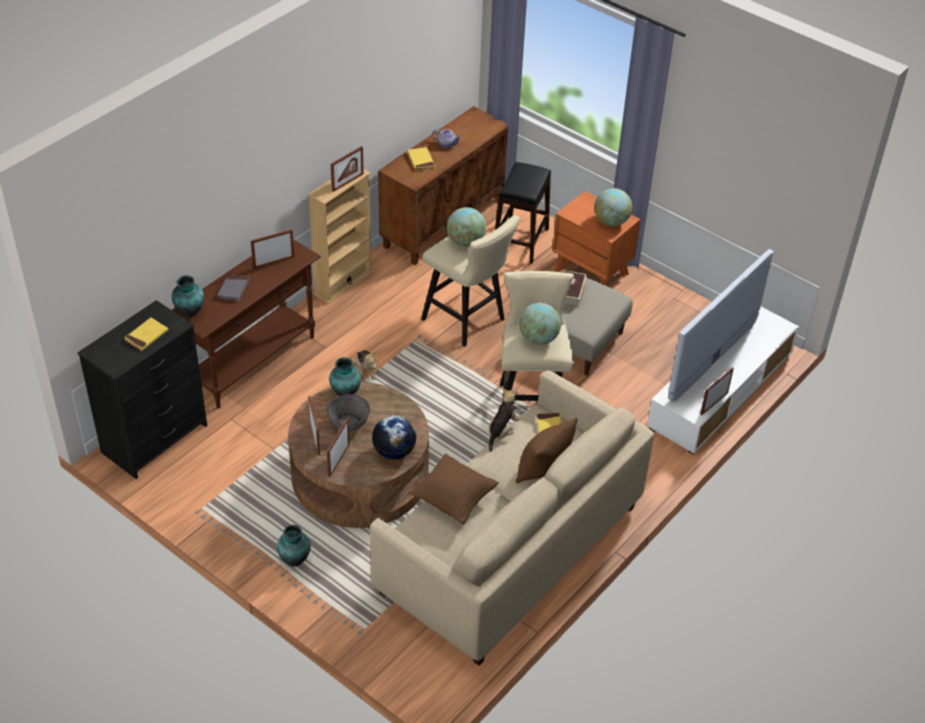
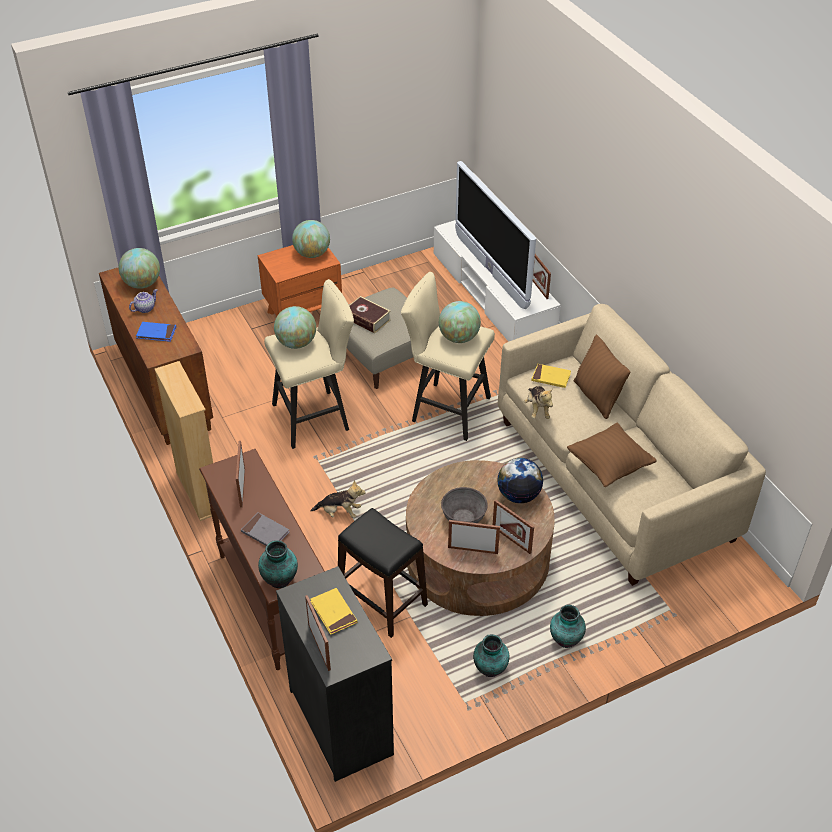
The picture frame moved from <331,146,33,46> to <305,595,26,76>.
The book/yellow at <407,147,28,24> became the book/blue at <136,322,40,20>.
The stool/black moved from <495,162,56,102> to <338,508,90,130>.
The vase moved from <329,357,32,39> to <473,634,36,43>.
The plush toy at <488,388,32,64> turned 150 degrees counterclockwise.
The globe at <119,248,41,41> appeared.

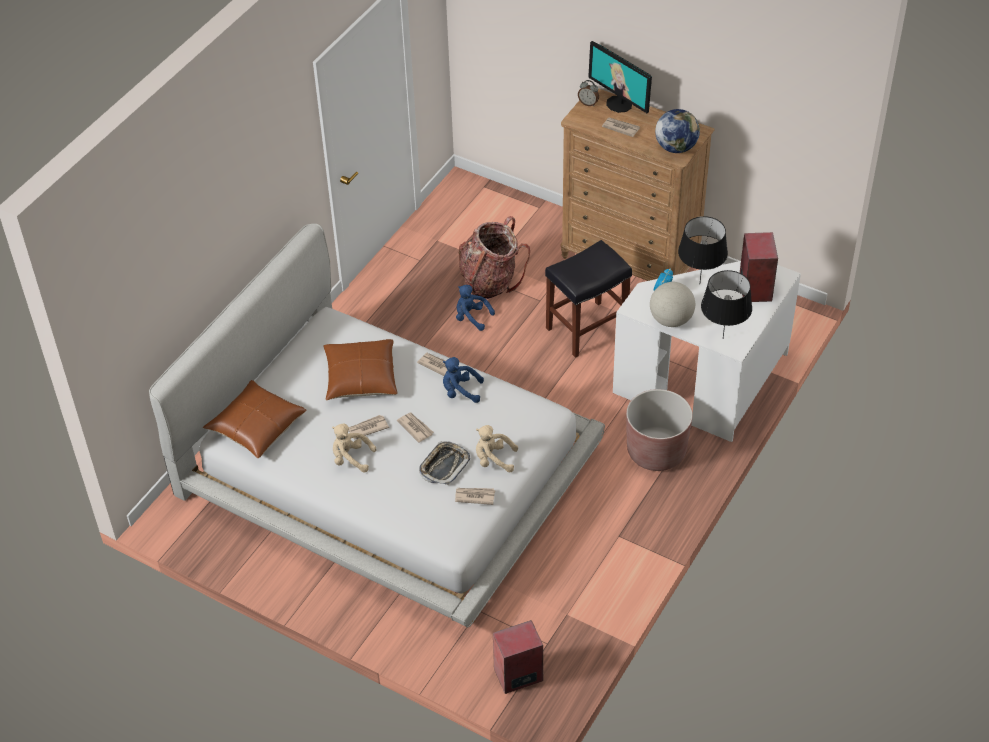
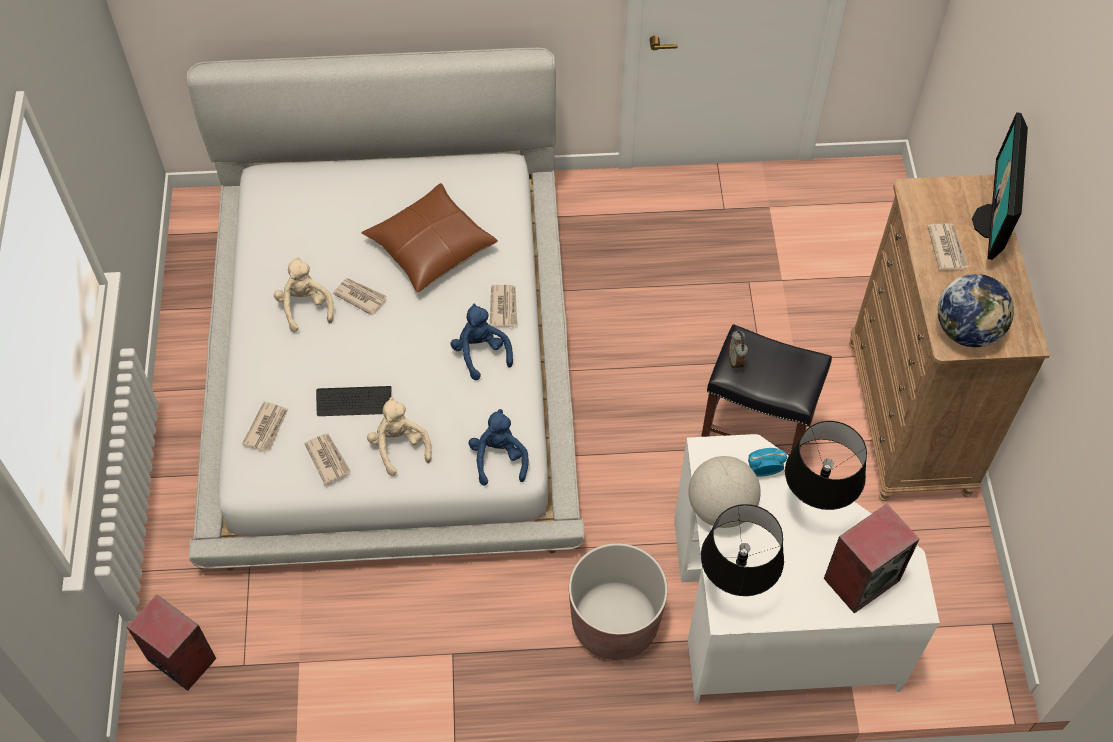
The alarm clock moved from <578,80,21,26> to <728,330,20,40>.
The backpack at <458,216,72,83> disappeared.
The plush toy/blue moved from <456,285,39,46> to <468,409,61,77>.
The pillow/brown at <203,380,104,78> disappeared.
The newspaper moved from <397,413,37,30> to <242,402,47,50>.
The tray at <419,441,51,44> was replaced by the keyboard at <316,386,75,30>.

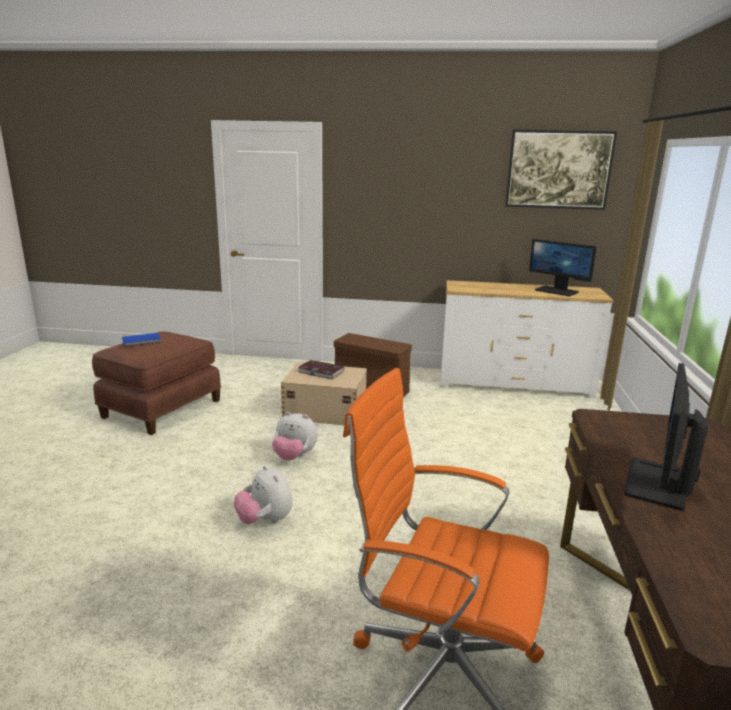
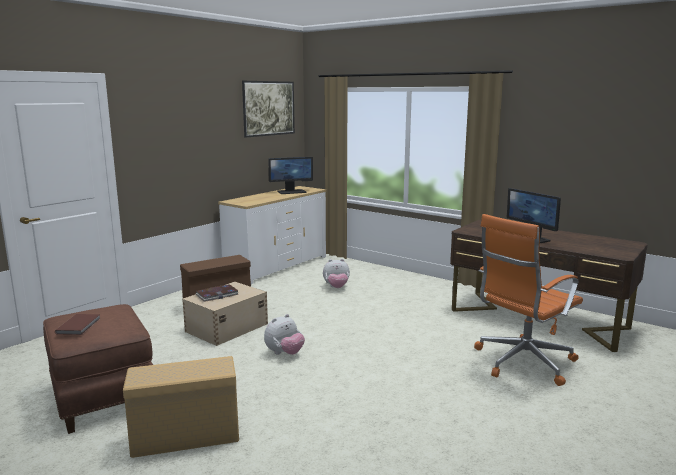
The book/blue at <122,333,39,14> became the book/brown at <55,314,46,21>.
The plush toy moved from <234,465,59,59> to <323,259,27,29>.
The storage box/beige at <123,356,116,102> appeared.

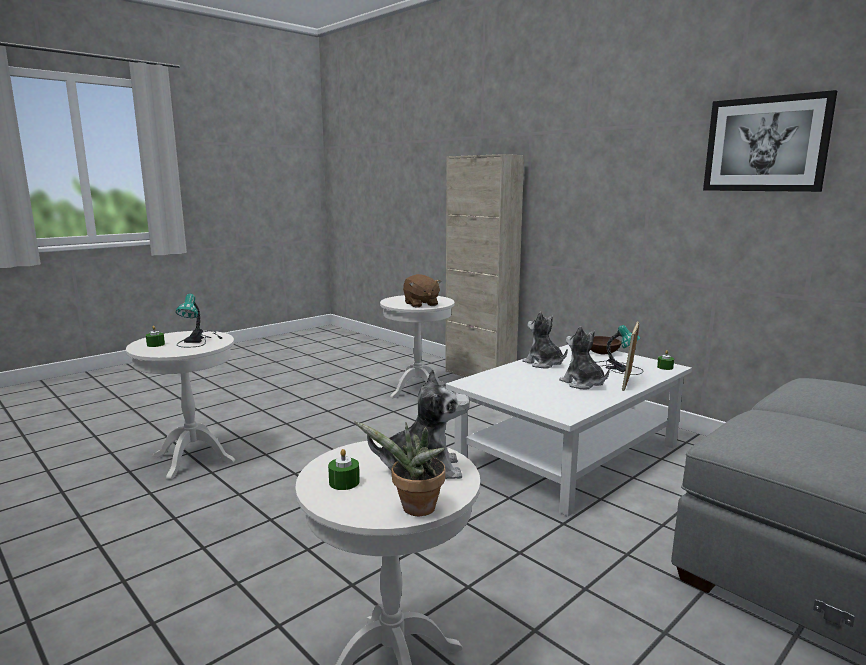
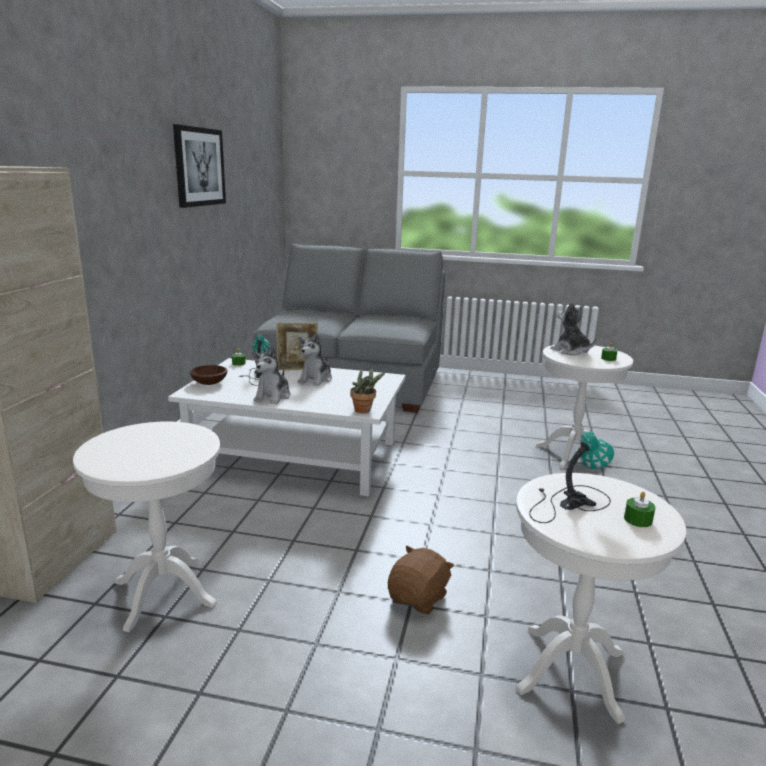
The plush toy/brown moved from <403,274,38,34> to <388,546,66,68>.
The potted plant moved from <354,421,92,95> to <350,366,35,47>.

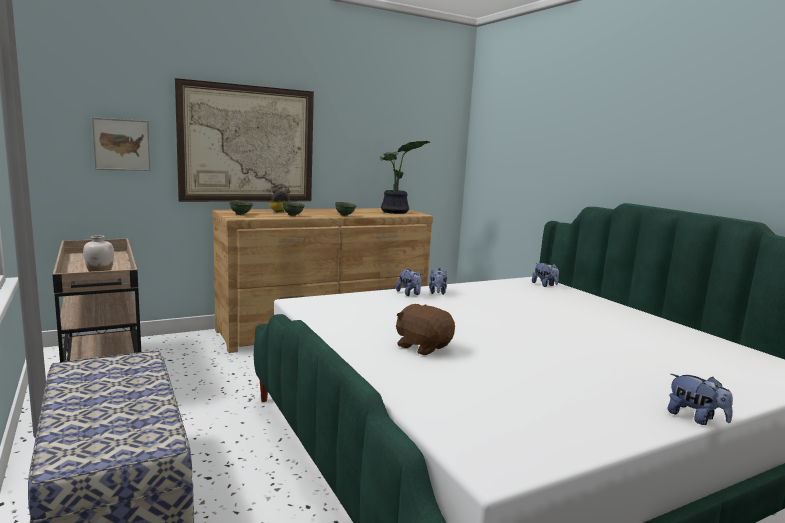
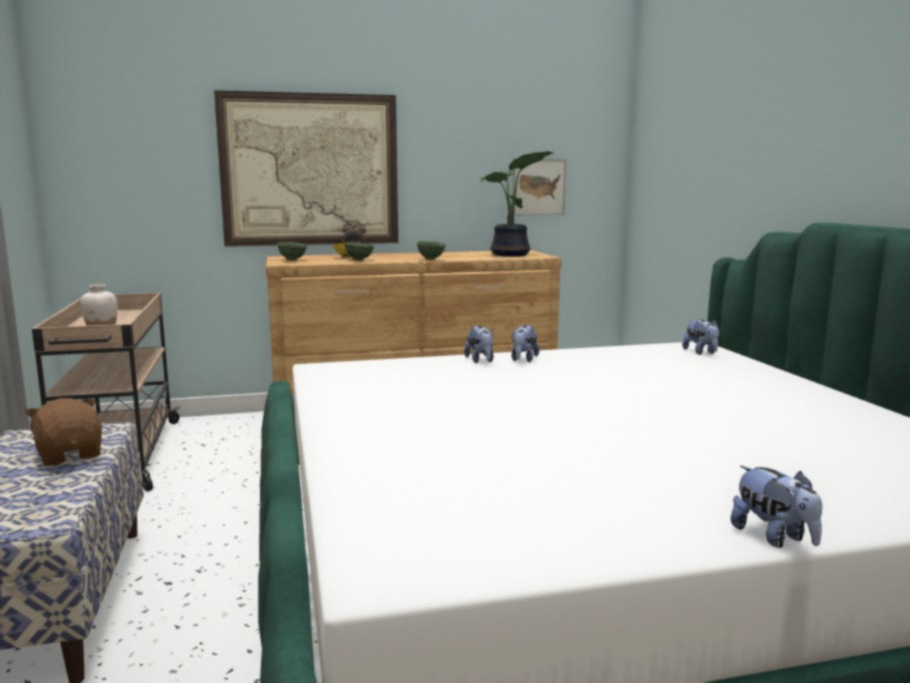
The picture moved from <92,117,58,54> to <513,159,53,56>.
The plush toy/brown moved from <396,304,59,51> to <24,398,78,68>.

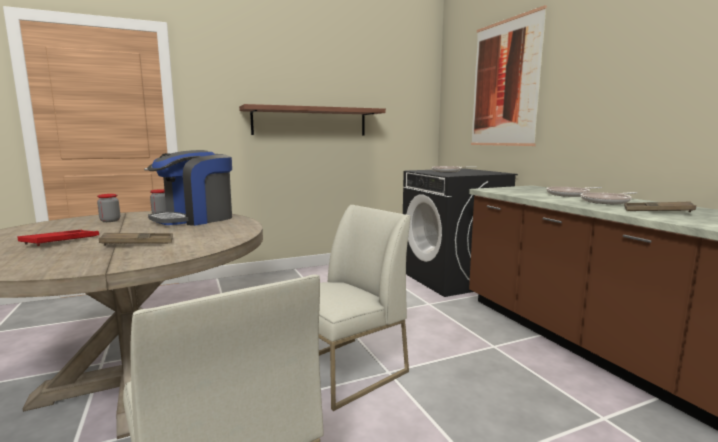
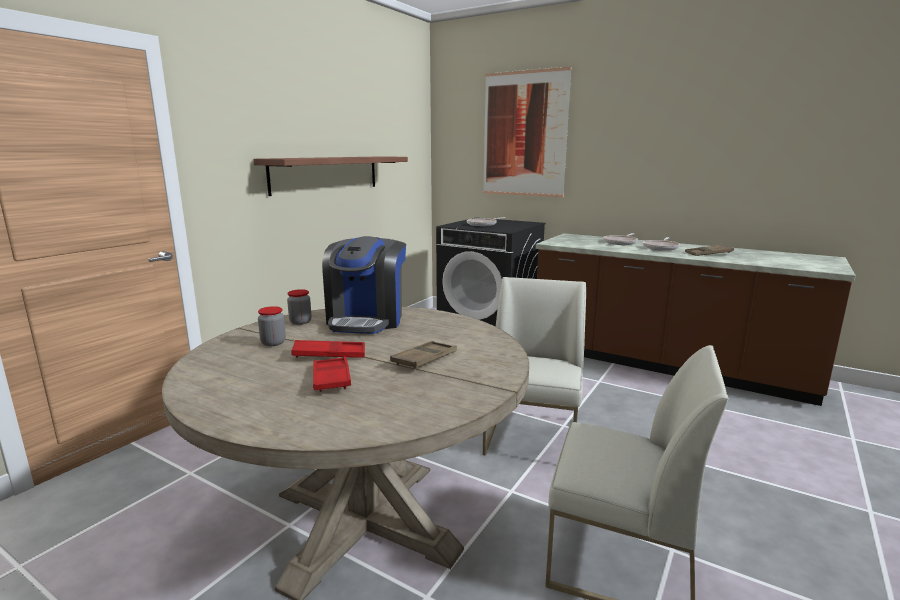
The tray/red at <291,340,74,18> appeared.

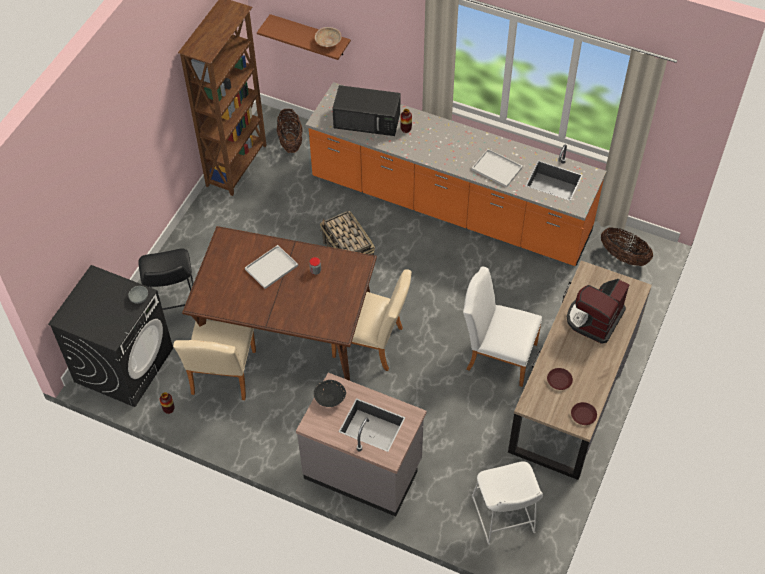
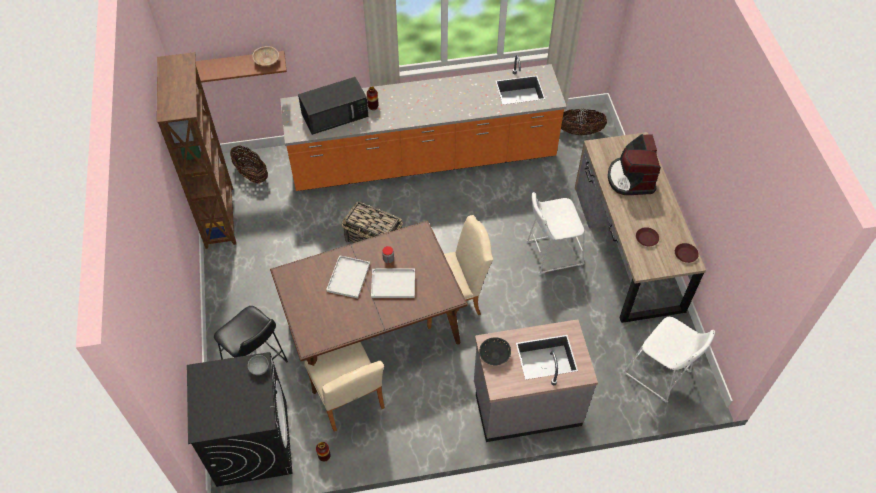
The tray/white moved from <471,149,52,39> to <371,269,44,29>.
The chair/white at <463,266,79,121> was replaced by the stool/white at <527,192,58,82>.

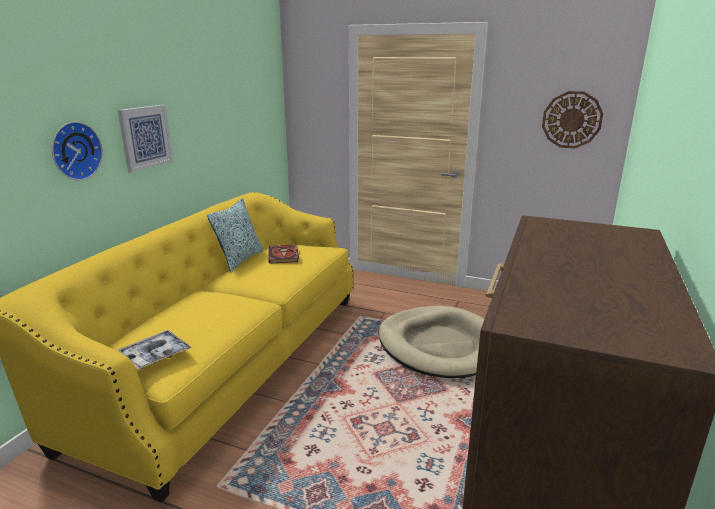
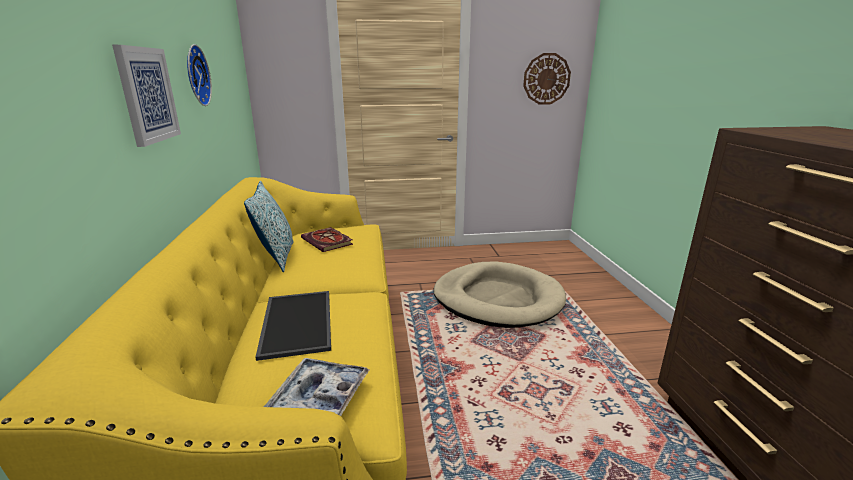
The wall clock moved from <52,122,51,58> to <187,44,25,62>.
The tray at <256,291,75,70> appeared.

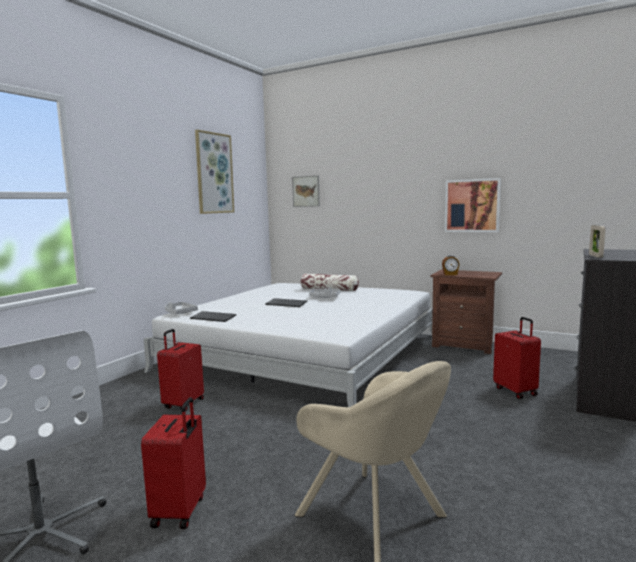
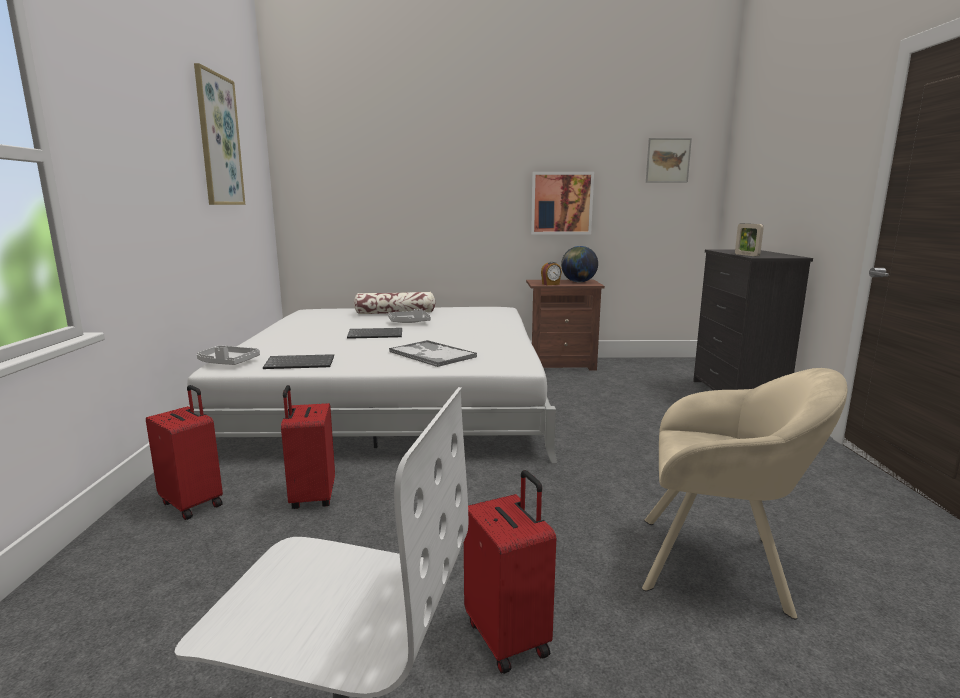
The picture moved from <292,175,28,32> to <646,138,46,45>.
The suitcase/red moved from <493,317,48,82> to <146,385,77,135>.
The globe at <561,246,37,36> appeared.
The tray at <389,340,88,27> appeared.

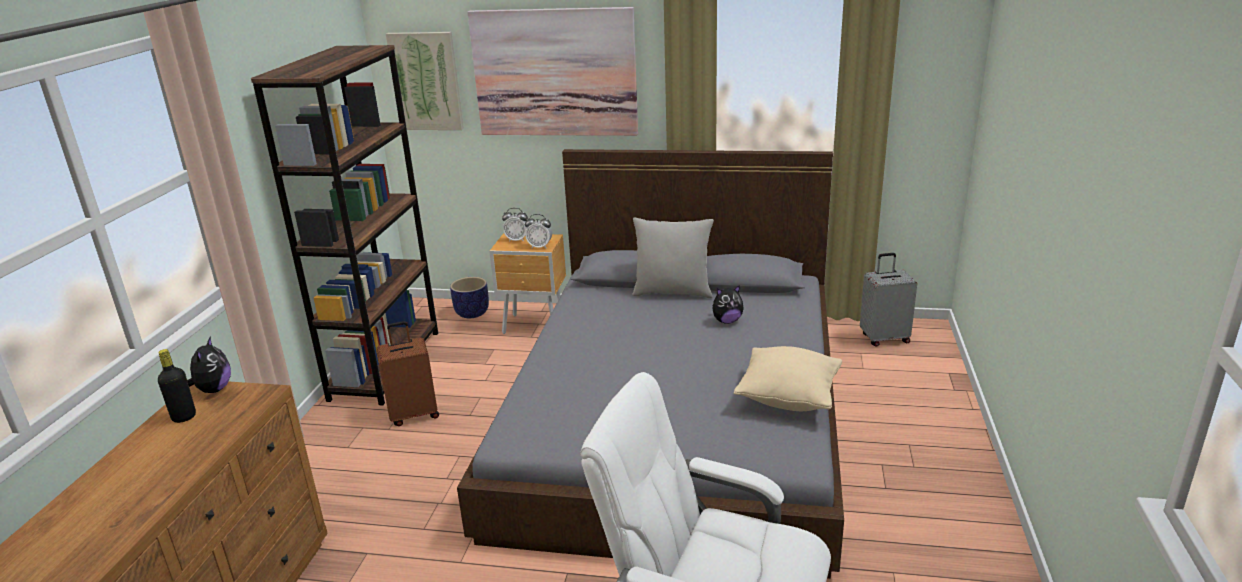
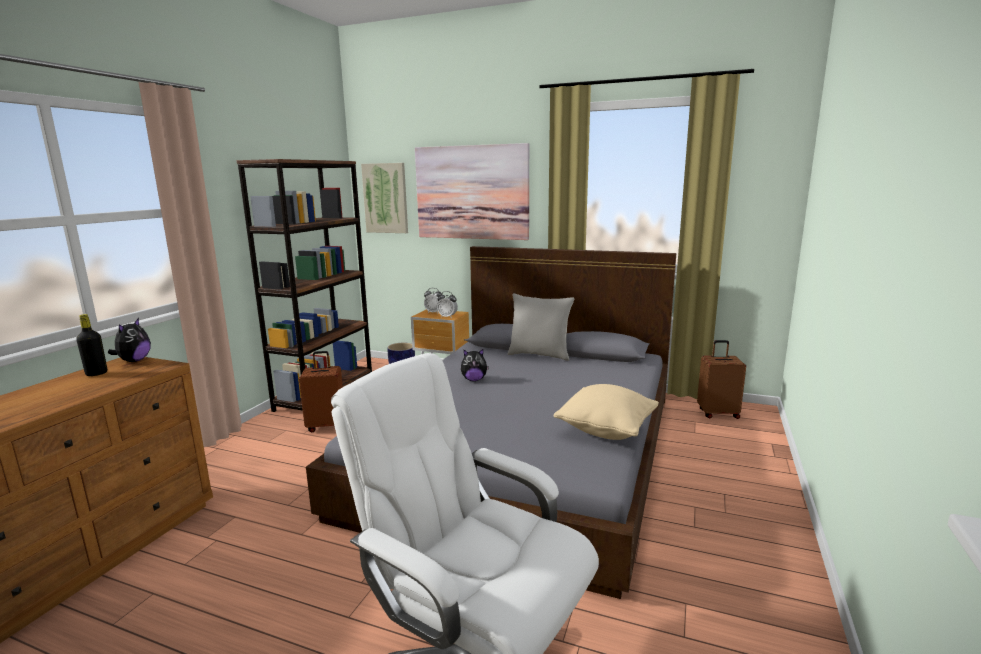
The suitcase/grey at <860,253,57,93> became the suitcase/brown at <697,340,49,79>.
The plush toy moved from <712,285,32,39> to <461,349,28,32>.

